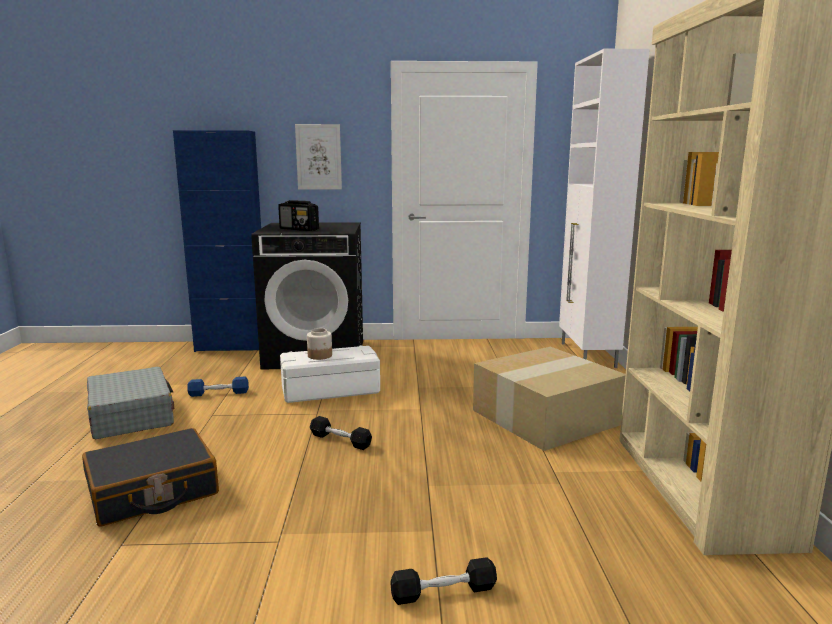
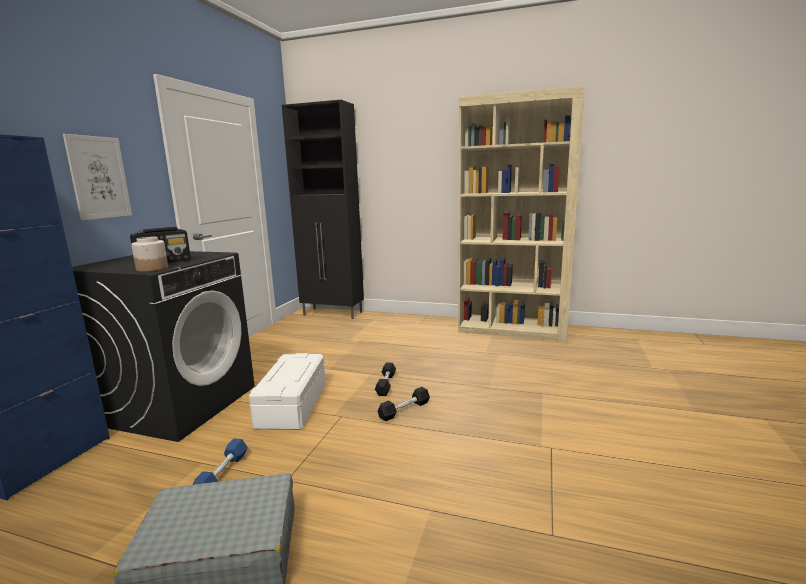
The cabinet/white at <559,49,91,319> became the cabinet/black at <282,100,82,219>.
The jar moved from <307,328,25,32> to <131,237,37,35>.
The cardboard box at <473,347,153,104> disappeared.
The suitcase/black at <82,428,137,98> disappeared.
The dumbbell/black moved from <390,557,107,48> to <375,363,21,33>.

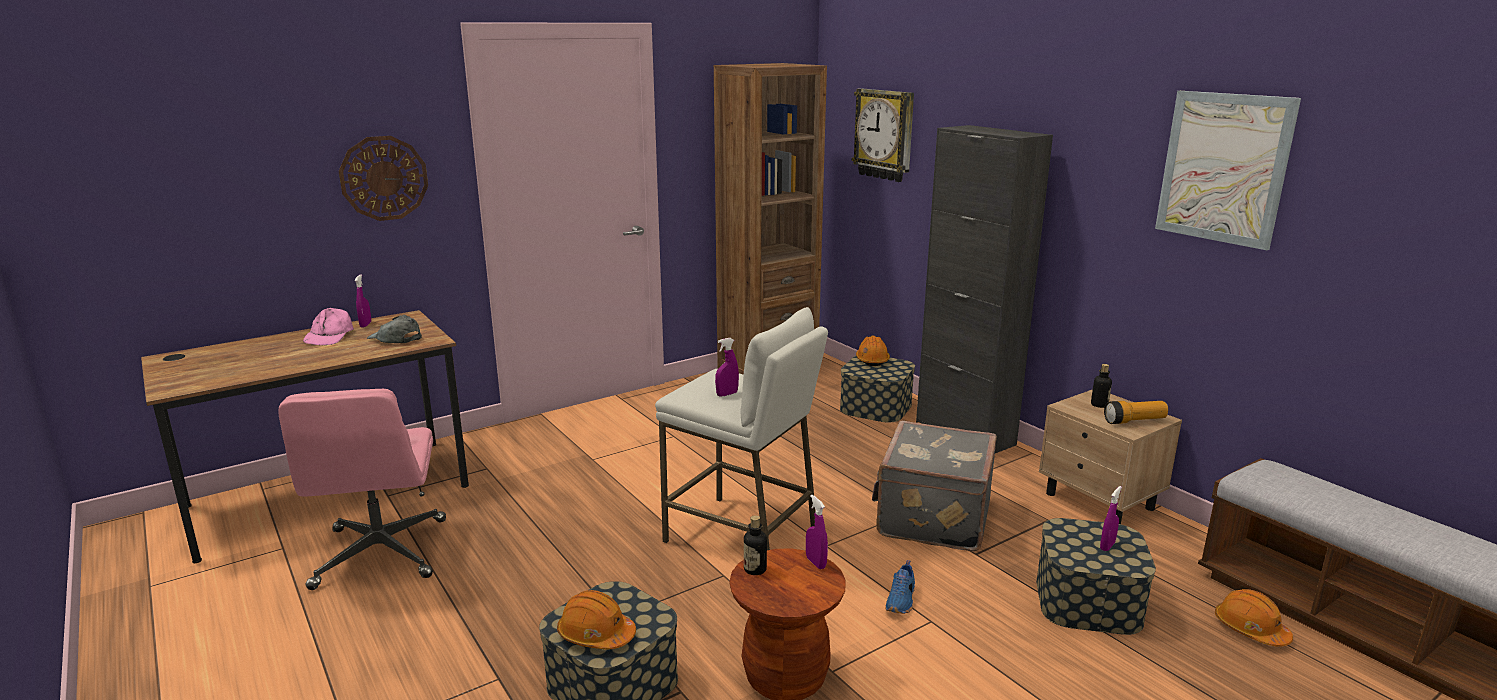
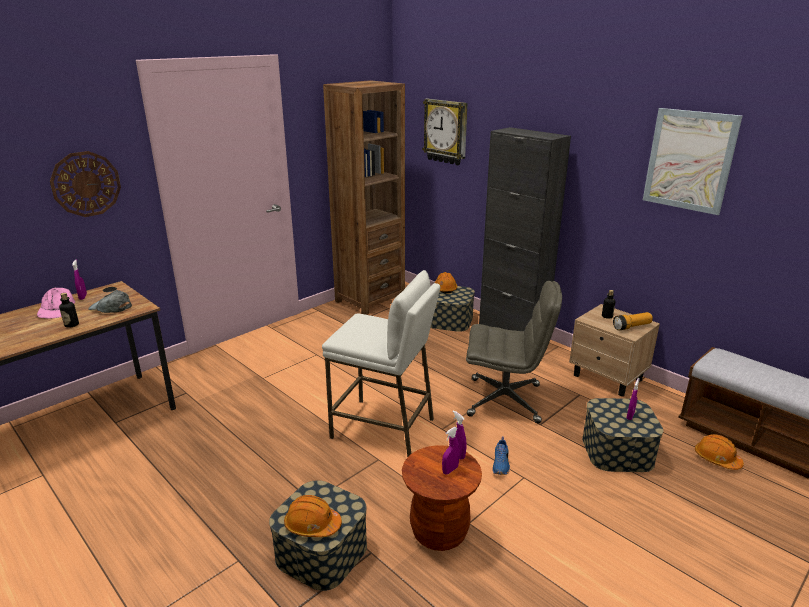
The spray bottle/purple moved from <715,338,24,59> to <442,427,18,47>.
The office chair/pink at <278,389,168,201> disappeared.
The suitcase/grey at <872,421,125,130> was replaced by the office chair/grey at <466,280,96,144>.
The bottle moved from <744,515,23,60> to <59,293,20,35>.

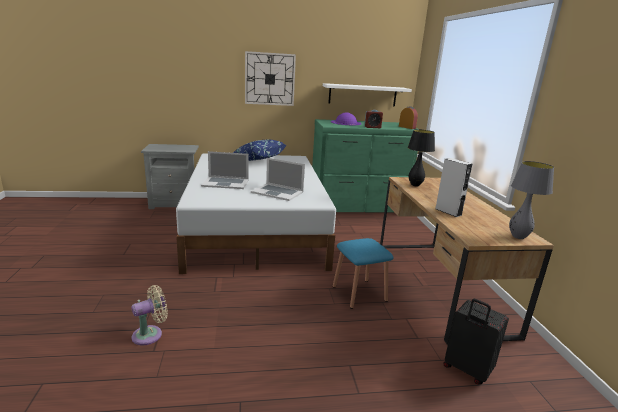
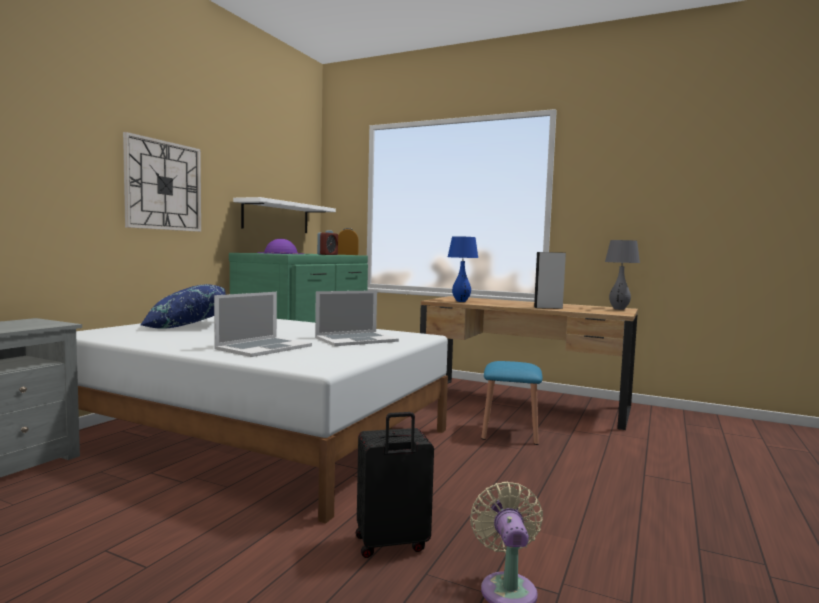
The table lamp/black at <408,129,27,57> became the table lamp/blue at <448,236,30,66>.
The suitcase/black moved from <443,299,66,86> to <356,412,78,146>.

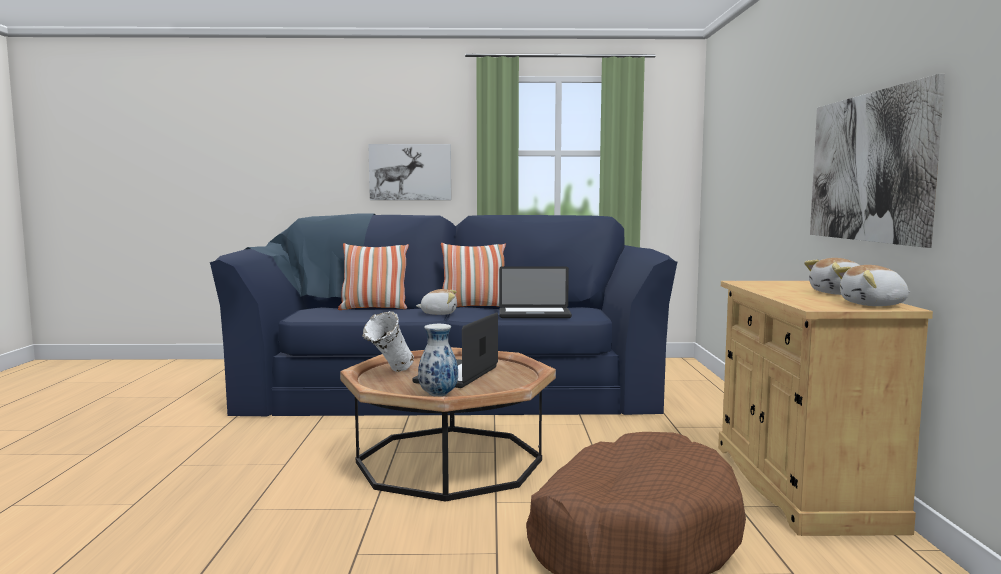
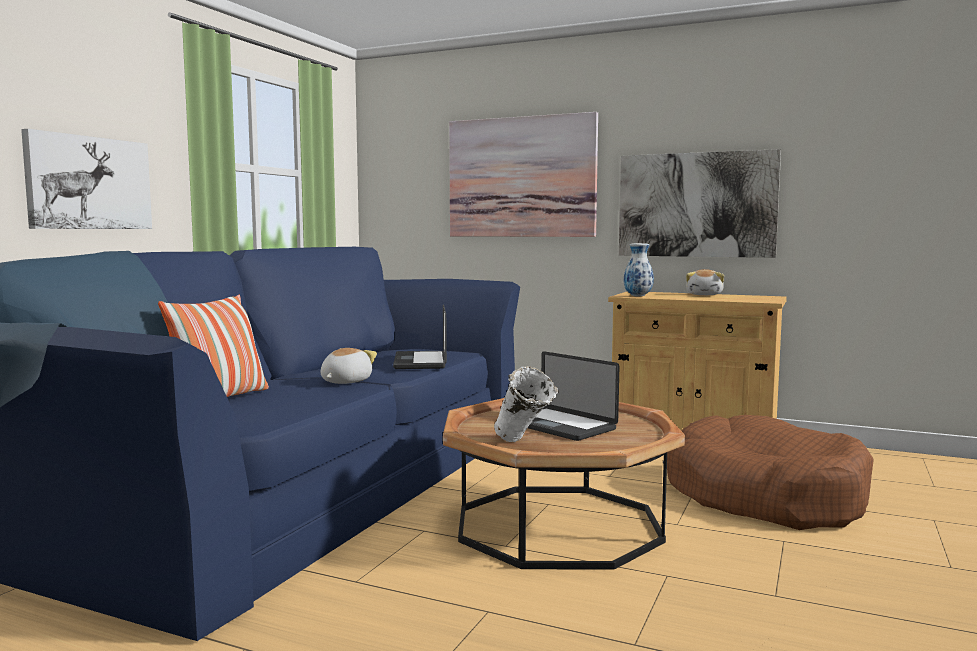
The pillow at <441,243,65,64> disappeared.
The plush toy at <835,265,75,41> disappeared.
The laptop at <499,266,73,52> turned 150 degrees clockwise.
The vase moved from <418,324,40,73> to <624,243,30,54>.
The picture at <449,112,149,125> appeared.

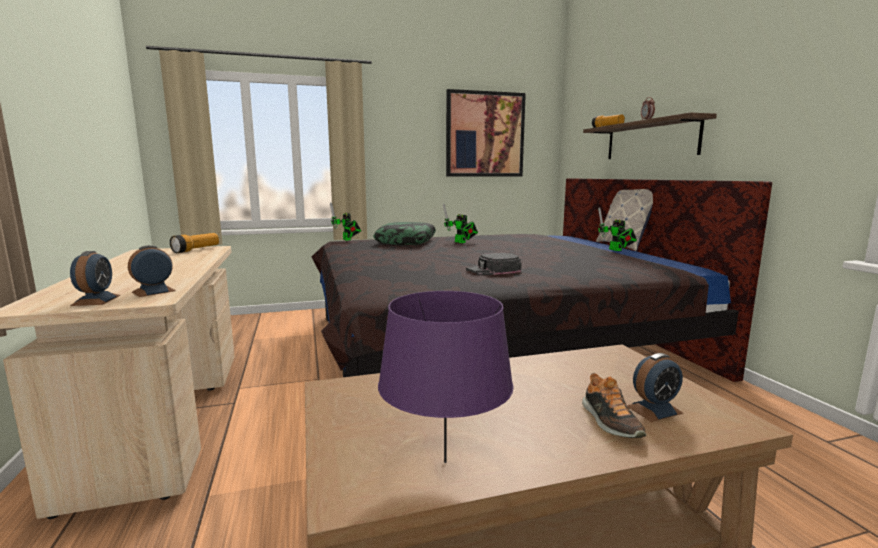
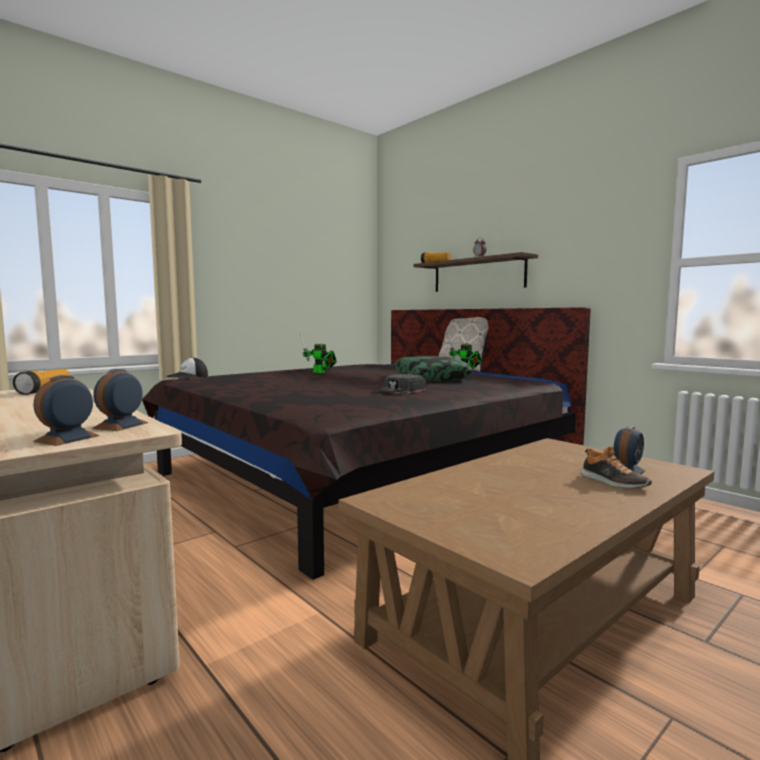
The picture at <446,89,80,88> disappeared.
The toy robot at <330,202,32,39> was replaced by the cap at <166,357,42,22>.
The pillow moved from <373,222,63,23> to <394,356,79,25>.
The alarm clock at <70,251,50,55> turned 120 degrees counterclockwise.
The table lamp/purple at <378,291,135,172> disappeared.

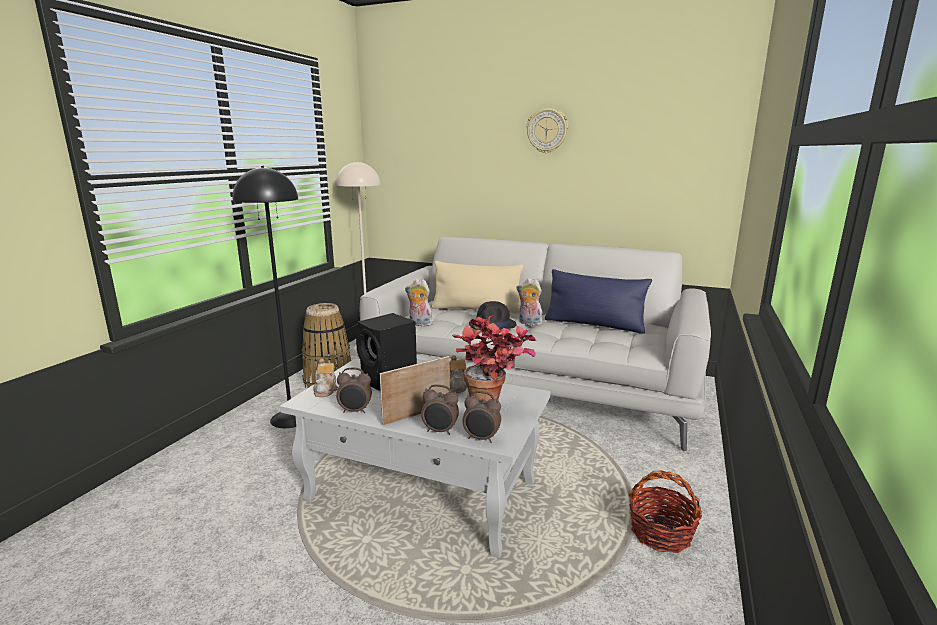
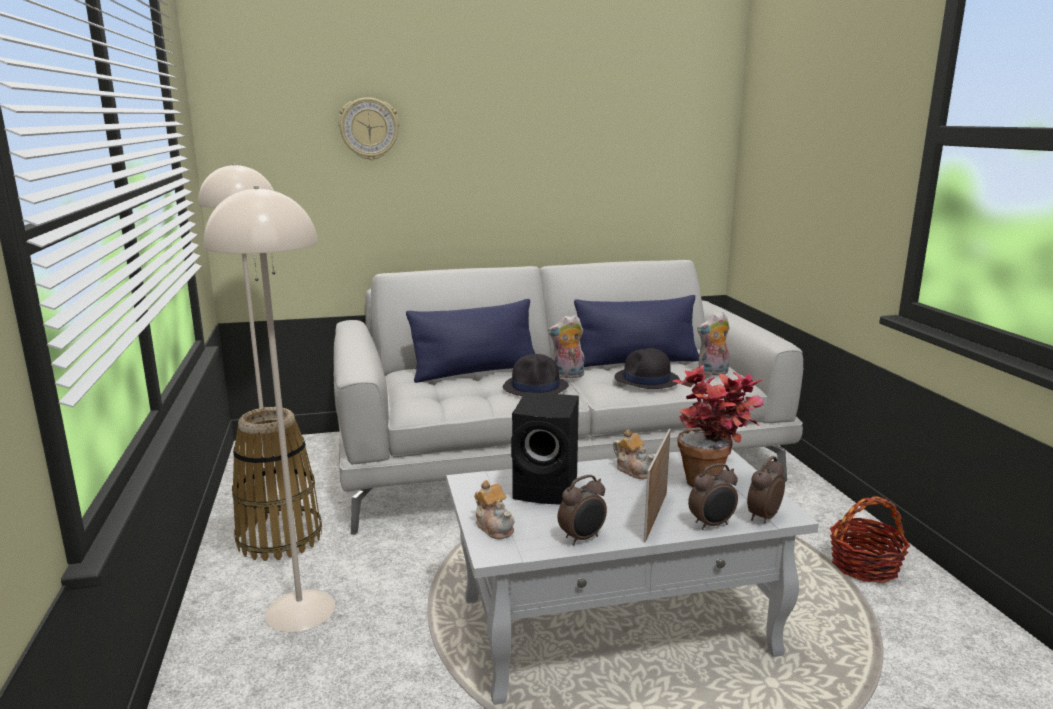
The wall clock moved from <527,108,41,45> to <338,97,61,63>.
The floor lamp/black at <233,166,65,262> became the floor lamp/beige at <204,186,131,446>.
The pillow/beige at <431,261,93,53> became the pillow/blue at <406,299,129,84>.
The plush toy moved from <405,279,28,48> to <697,312,32,64>.
The alarm clock at <462,391,39,52> turned 150 degrees clockwise.
The hat/black at <614,348,66,41> appeared.

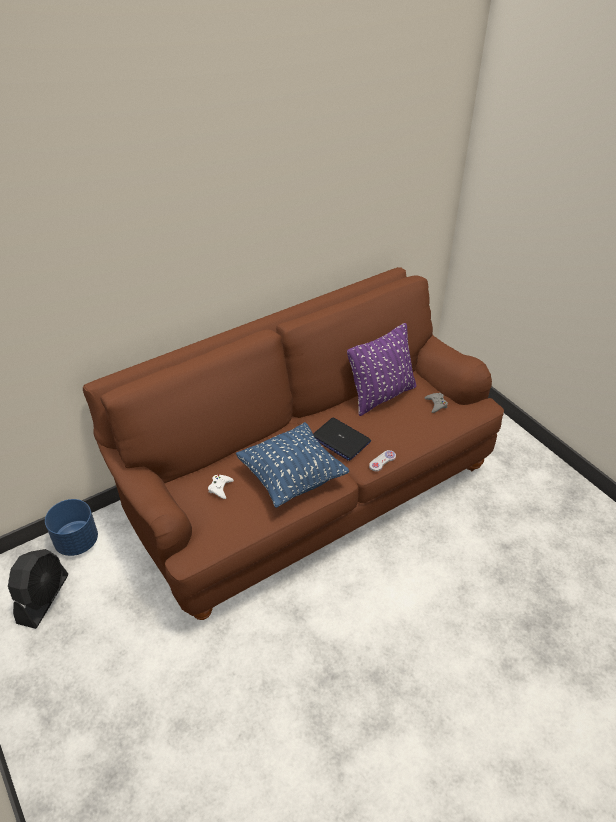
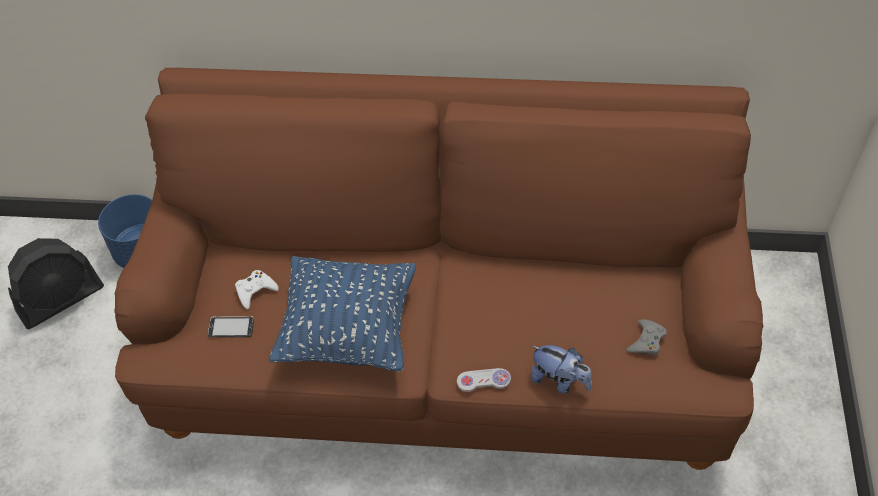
The pillow/purple at <347,323,70,93> disappeared.
The laptop at <313,418,58,43> disappeared.
The phone at <208,316,46,21> appeared.
The plush toy at <531,345,61,49> appeared.

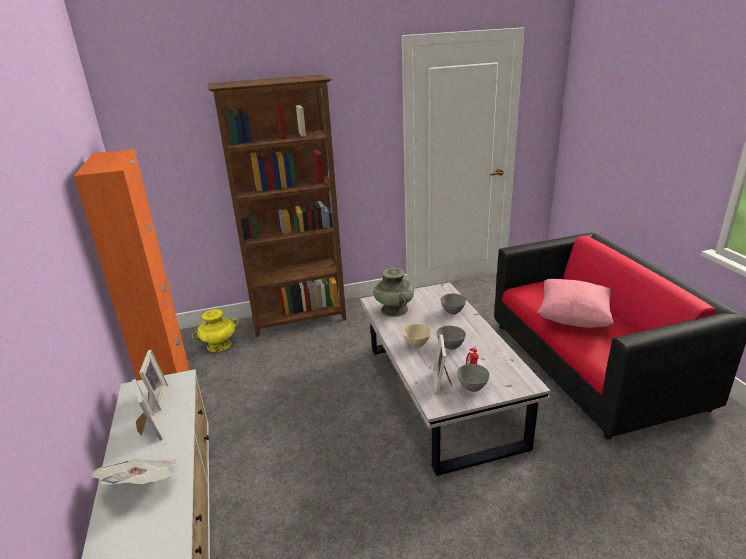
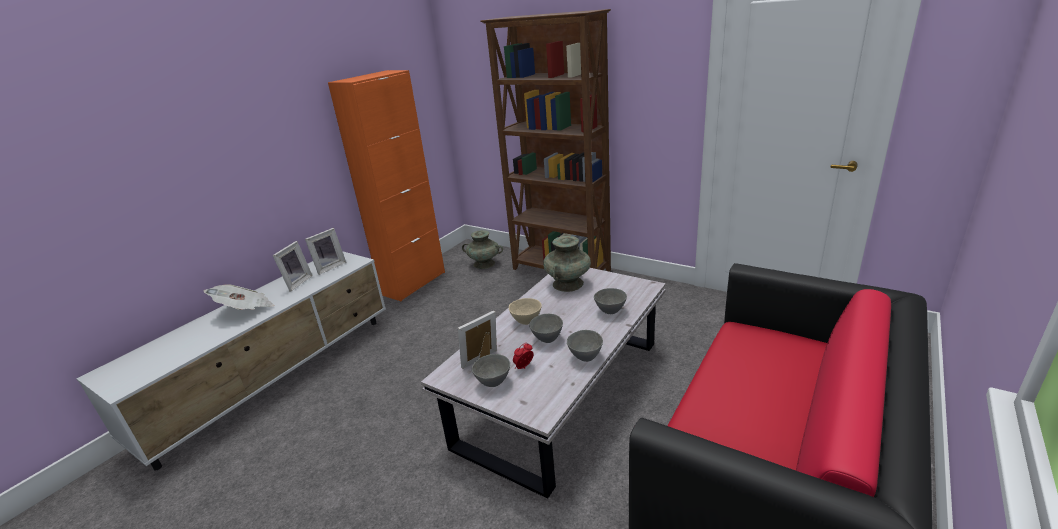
The pillow/pink at <537,279,77,49> disappeared.
The vase/yellow at <193,309,46,43> became the vase/turquoise at <462,230,41,39>.
The bowl/grey at <567,330,36,32> appeared.

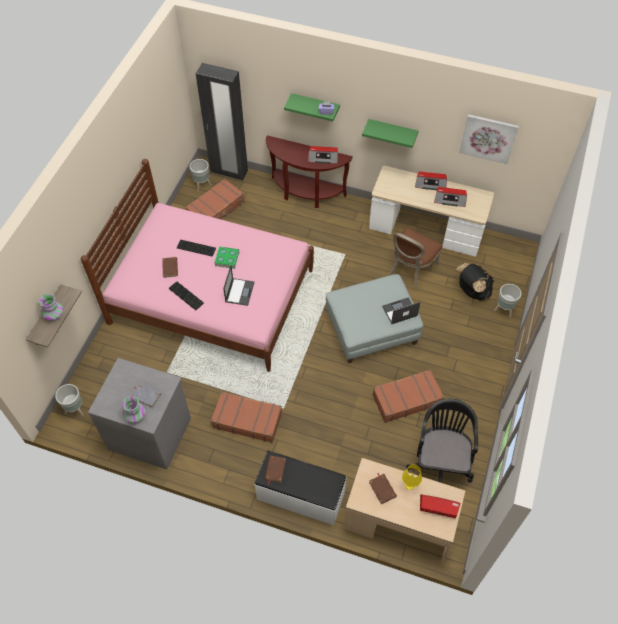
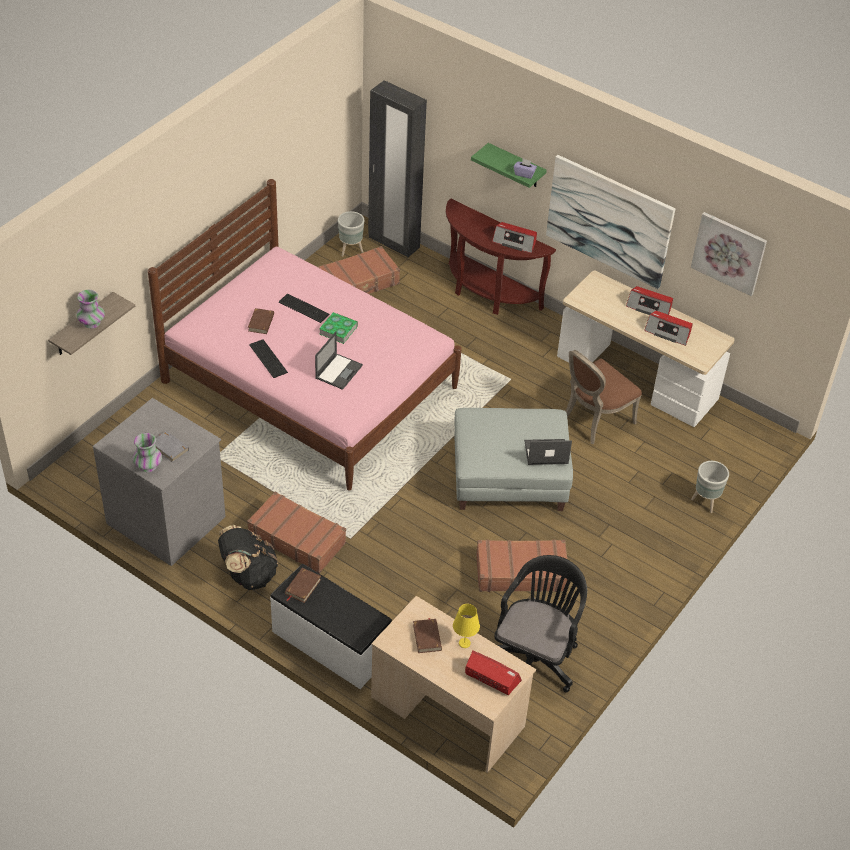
The shelf/green at <362,119,56,29> was replaced by the picture at <546,155,129,134>.
The backpack/black moved from <456,263,38,38> to <218,525,60,65>.
The planter/grey at <55,384,29,32> disappeared.

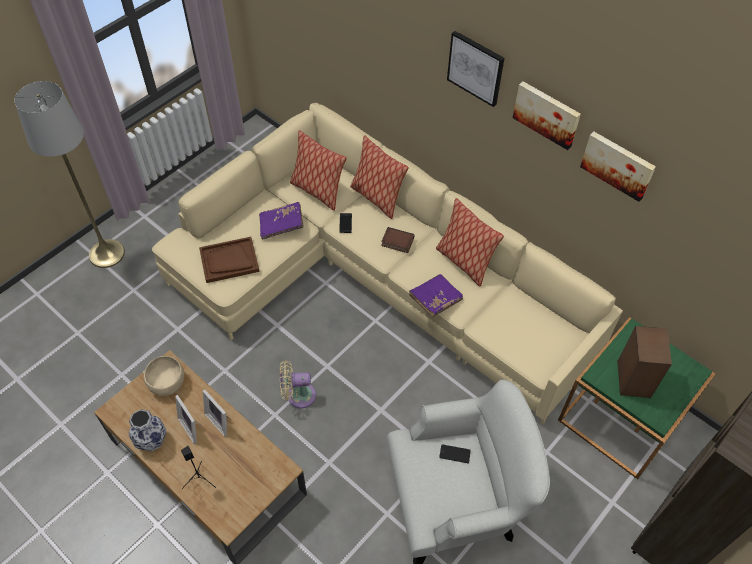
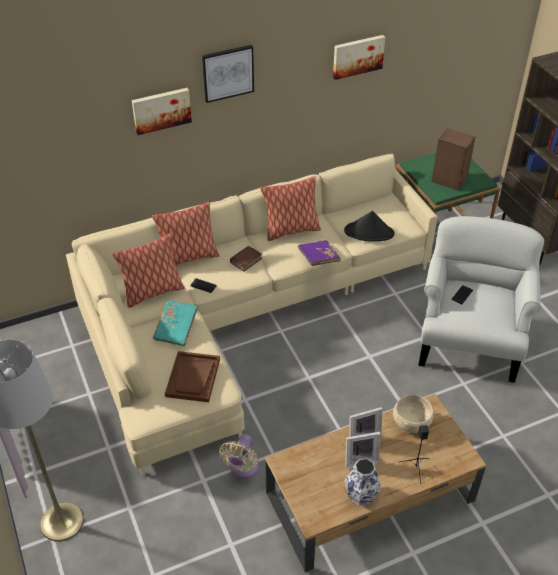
The picture moved from <513,81,68,69> to <132,88,60,47>.
The book/purple at <259,202,45,38> became the book/turquoise at <153,300,45,46>.
The bowl/beige moved from <143,356,41,40> to <393,395,41,38>.
The fan/beige moved from <280,360,36,48> to <219,434,40,44>.
The hat/black at <344,211,51,31> appeared.

